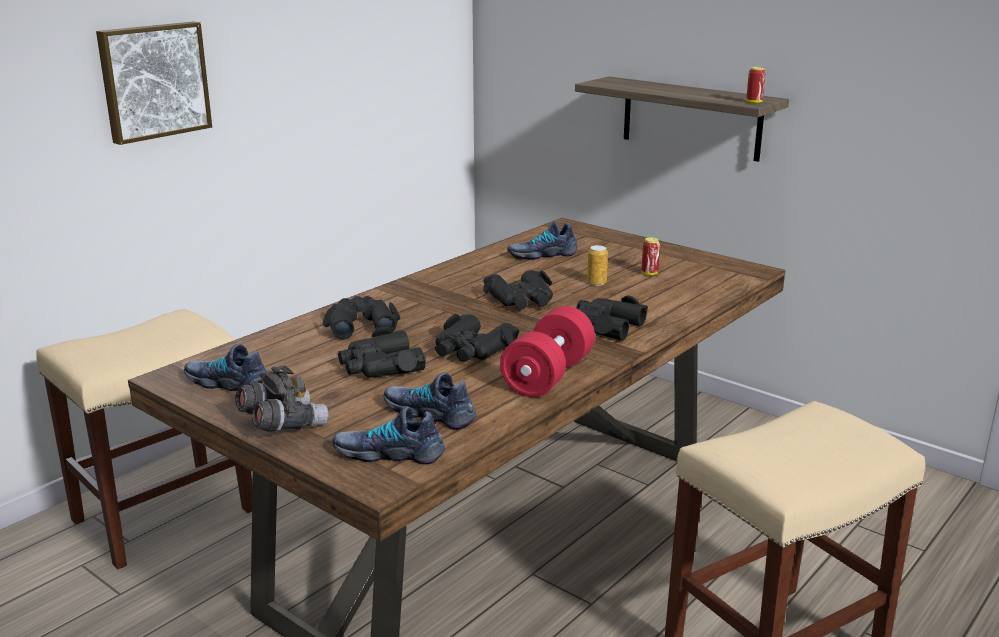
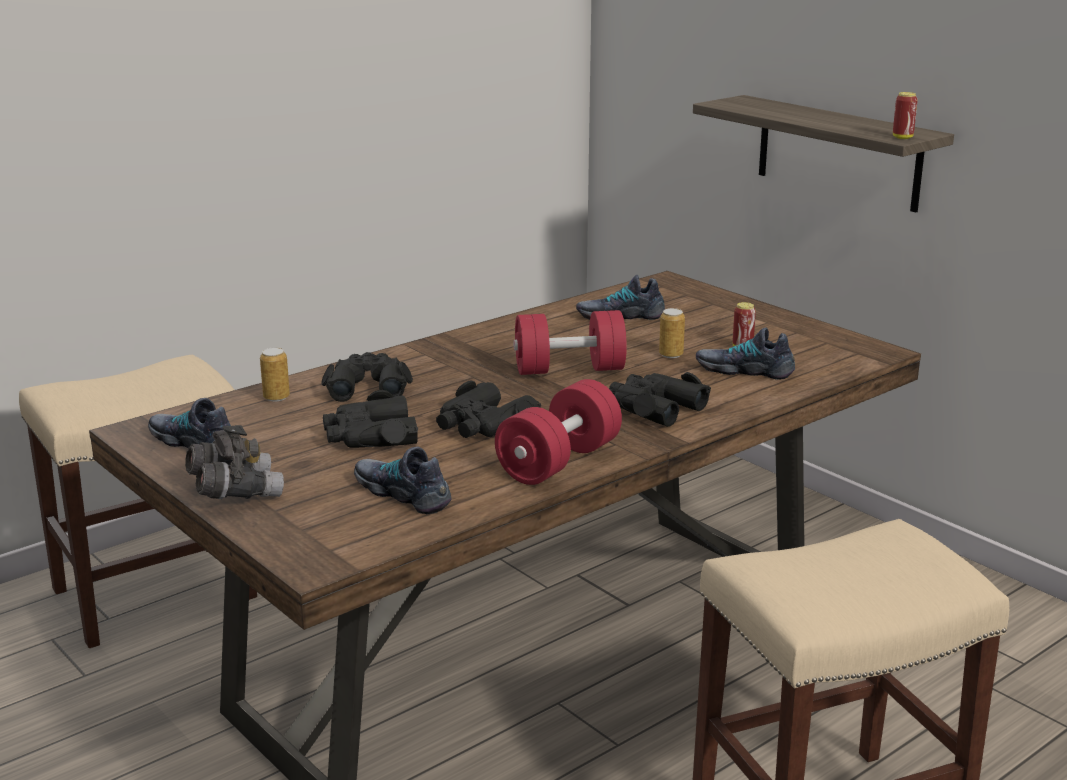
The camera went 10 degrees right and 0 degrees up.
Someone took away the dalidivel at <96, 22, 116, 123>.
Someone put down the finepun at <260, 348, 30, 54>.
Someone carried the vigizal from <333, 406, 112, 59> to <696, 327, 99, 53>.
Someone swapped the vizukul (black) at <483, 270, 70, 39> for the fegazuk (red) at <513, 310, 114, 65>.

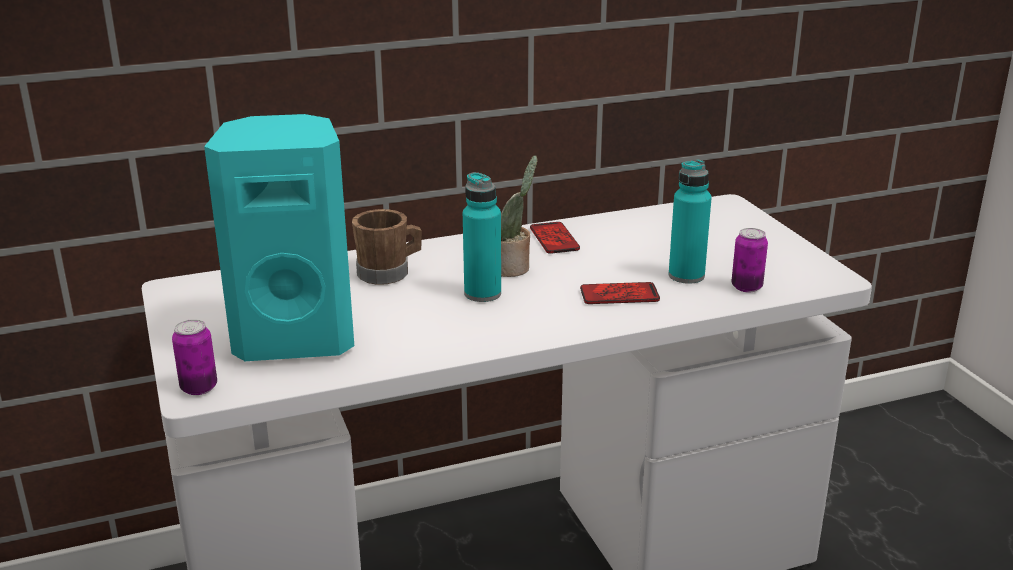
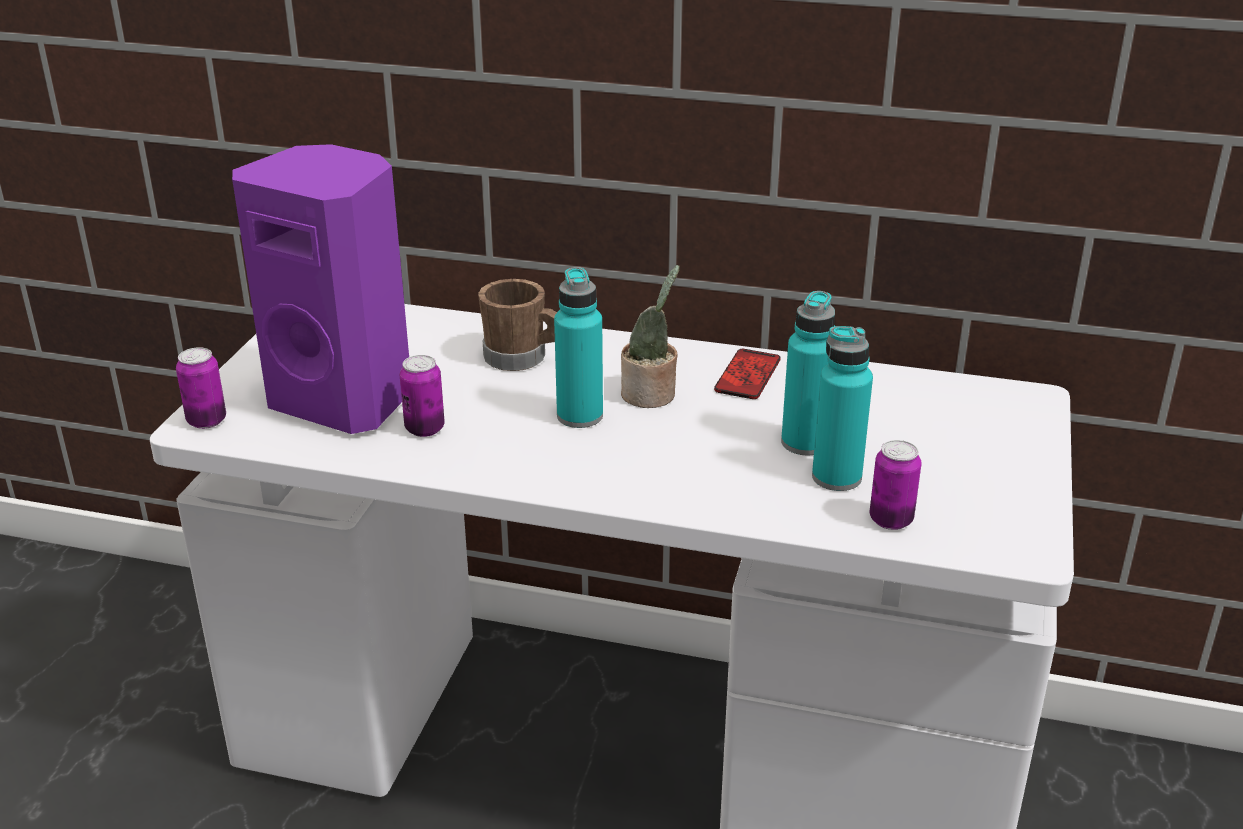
The camera went 35 degrees right and 5 degrees up.
Someone took away the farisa at <580, 282, 80, 22>.
Someone put down the finepun at <400, 355, 45, 82>.
Someone put down the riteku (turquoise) at <781, 291, 54, 164>.
Someone repainted the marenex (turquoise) at <204, 114, 150, 247>, which became the marenex (purple) at <232, 144, 177, 290>.

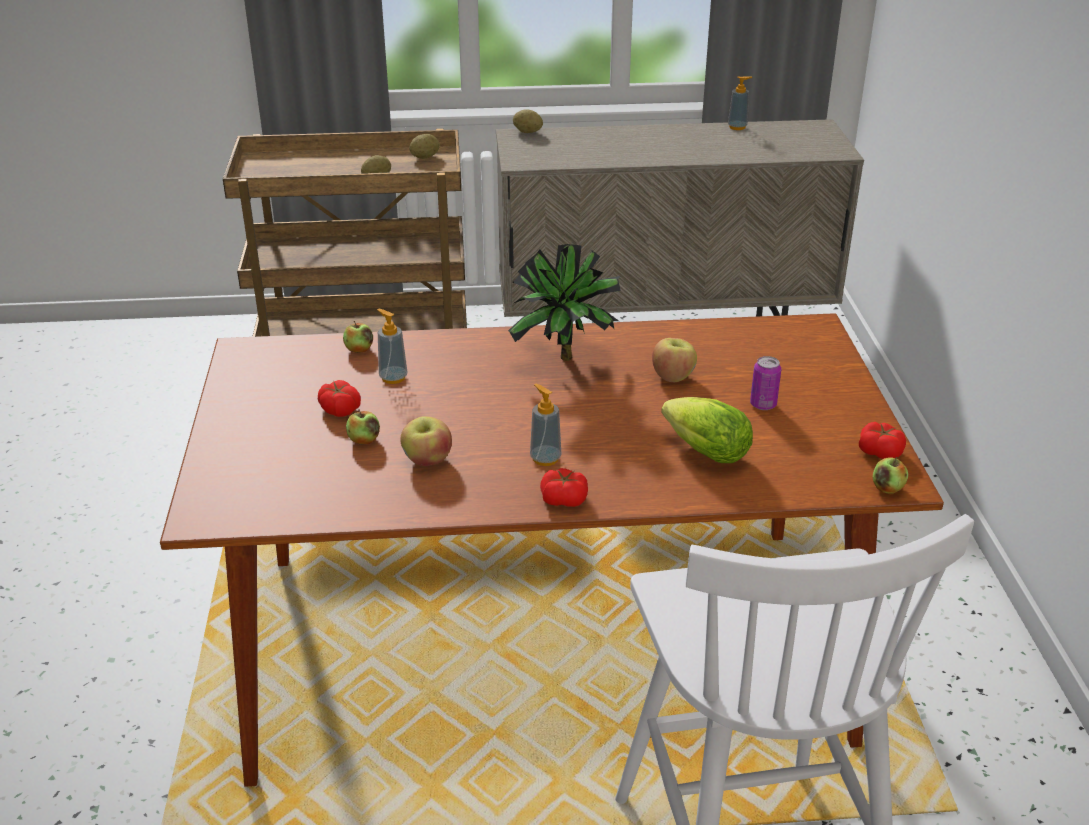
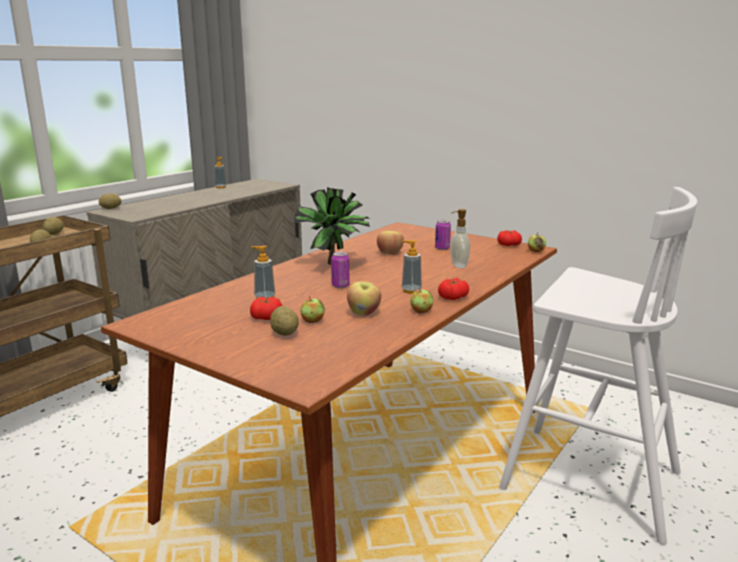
The camera went 50 degrees left and 15 degrees down.
Someone put down the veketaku at <270, 306, 29, 30>.
Someone put down the finepun at <331, 252, 18, 36>.
Someone carried the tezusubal from <343, 321, 30, 32> to <410, 288, 23, 25>.
Someone swapped the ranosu at <661, 397, 92, 66> for the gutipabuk at <450, 209, 20, 59>.

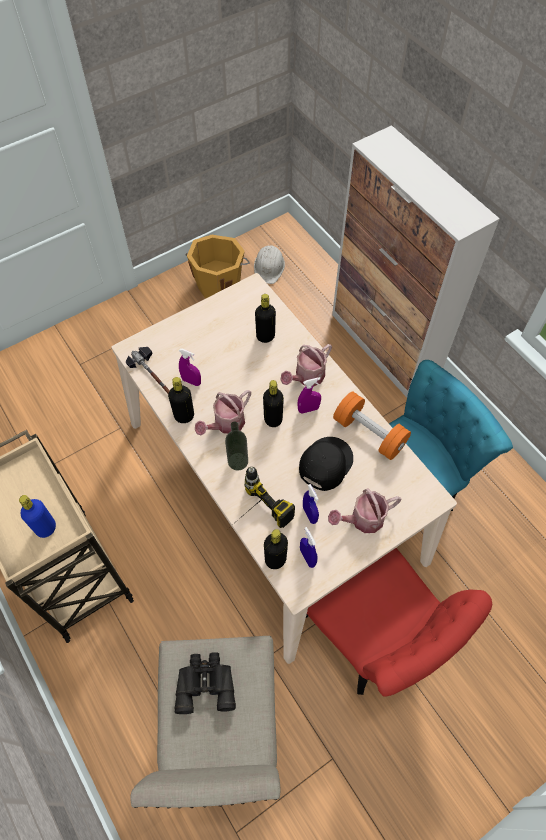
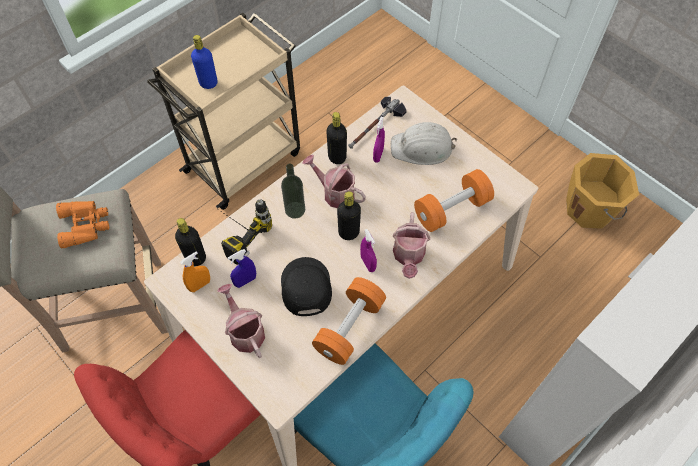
The camera went 80 degrees right and 0 degrees up.
Someone carried the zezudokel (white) from <254, 245, 31, 39> to <391, 122, 67, 43>.
Someone swapped the riteku (black) at <255, 294, 21, 49> for the fegazuk (orange) at <414, 169, 80, 63>.
Someone repainted the vizukul (black) at <175, 652, 61, 62>, which became the vizukul (orange) at <56, 201, 53, 47>.
Someone repainted the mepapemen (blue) at <300, 527, 18, 41>, which became the mepapemen (orange) at <180, 251, 30, 41>.
Someone rotated the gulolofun at <280, 344, 52, 43> by 120 degrees counterclockwise.
Someone rotated the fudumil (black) at <299, 437, 54, 54> by 120 degrees counterclockwise.

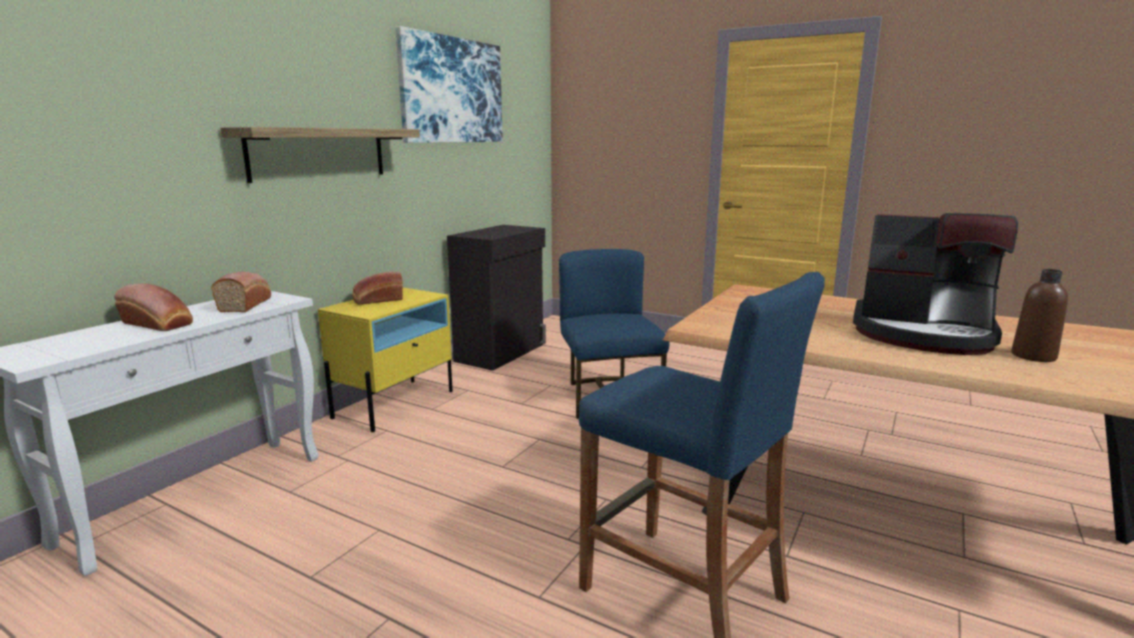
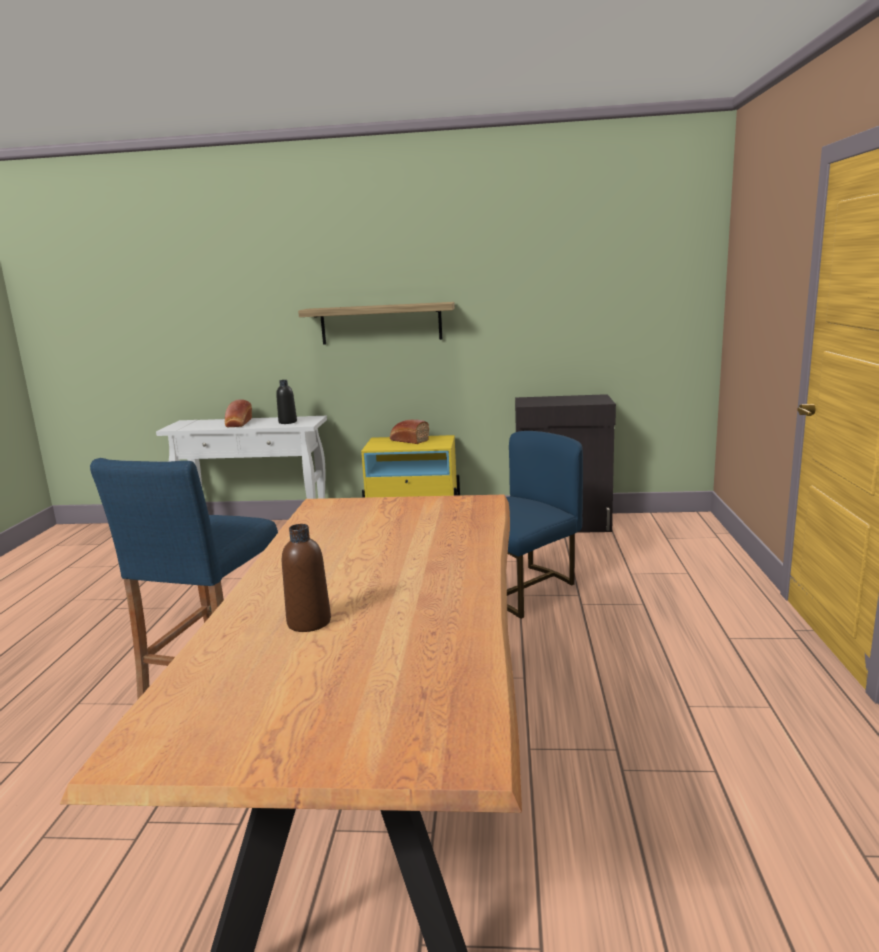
The camera went 65 degrees right and 0 degrees up.
Someone took away the dalidivel at <395, 26, 108, 117>.
Someone took away the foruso at <853, 213, 165, 142>.
Someone swapped the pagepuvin at <211, 272, 60, 40> for the riteku (black) at <276, 380, 21, 44>.

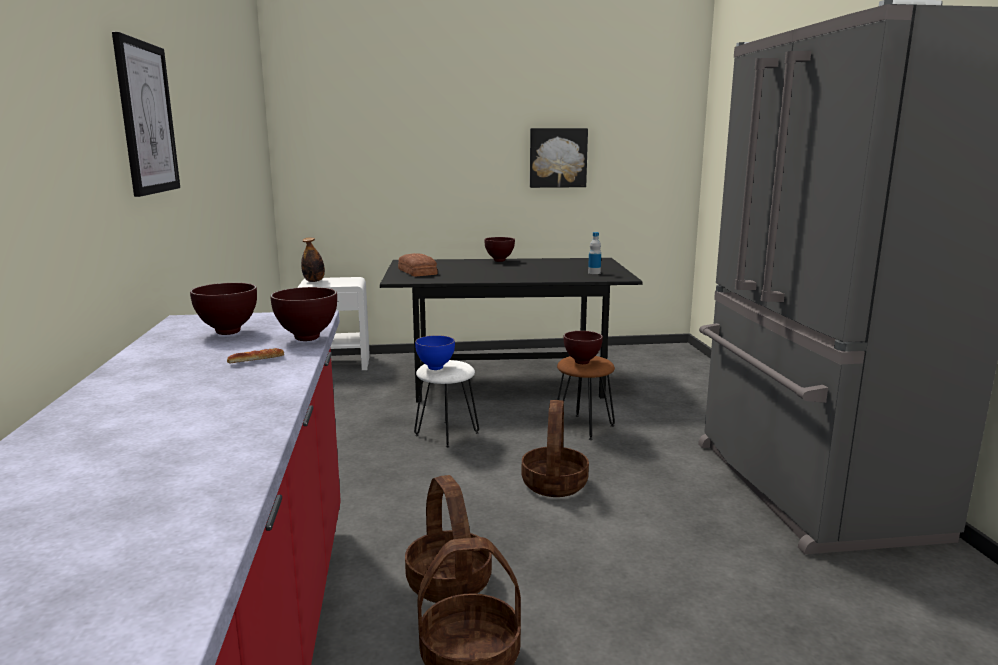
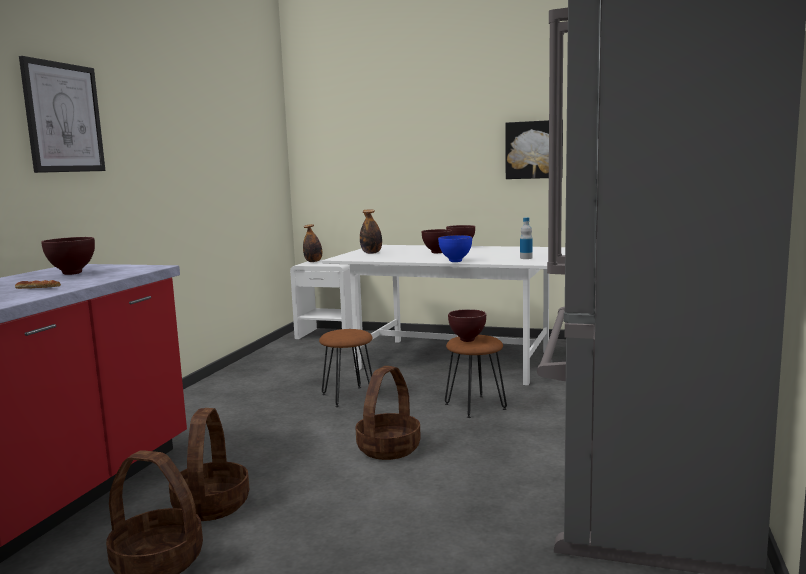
The camera went 25 degrees right and 5 degrees down.
Someone carried the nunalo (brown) from <270, 287, 67, 54> to <422, 229, 30, 24>.
Someone carried the nunalo (blue) from <415, 335, 40, 35> to <438, 235, 34, 27>.
Someone swapped the pagepuvin at <398, 253, 40, 23> for the riteku at <360, 209, 22, 45>.
Someone repainted the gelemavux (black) at <380, 258, 263, 144>, which became the gelemavux (white) at <322, 245, 243, 140>.
Someone repainted the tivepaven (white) at <414, 360, 65, 88>, which became the tivepaven (brown) at <319, 329, 54, 78>.

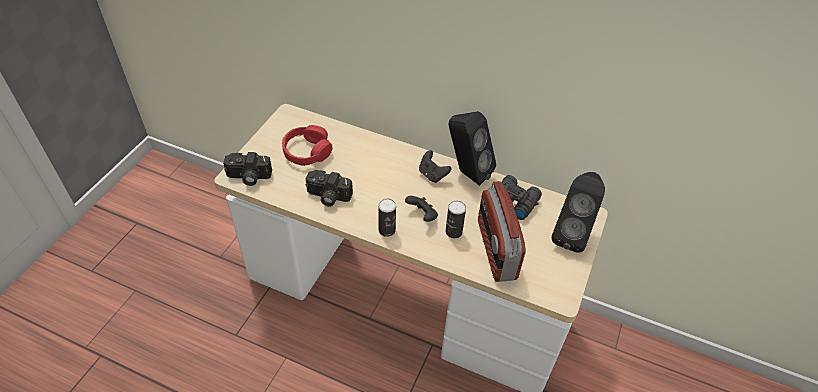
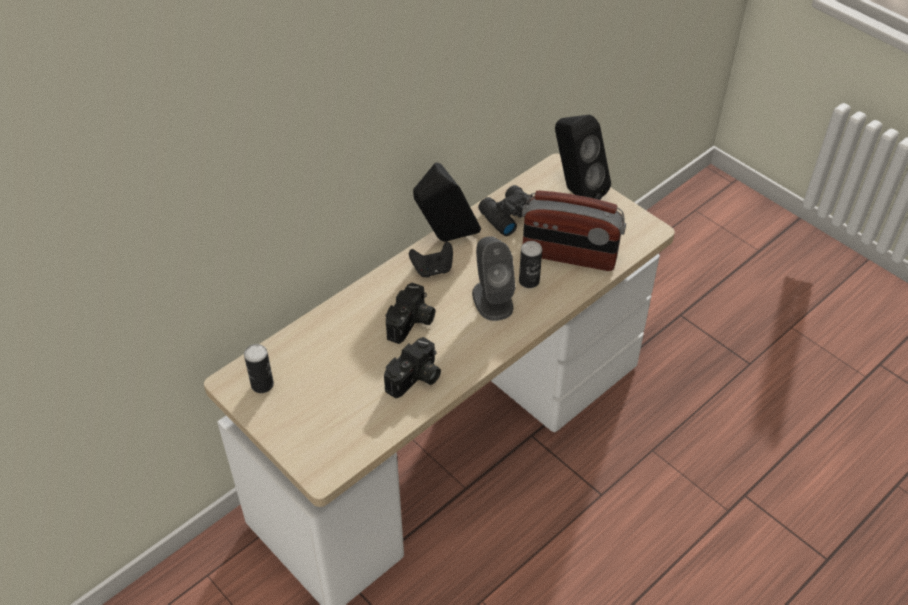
The camera went 65 degrees left and 0 degrees up.
Someone took away the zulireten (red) at <282, 125, 50, 41>.
Someone carried the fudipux from <223, 152, 49, 34> to <386, 282, 49, 62>.
Someone carried the finepun from <378, 199, 18, 38> to <244, 344, 30, 49>.
Someone swapped the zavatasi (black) at <405, 196, 33, 26> for the marenex (grey) at <472, 236, 43, 85>.

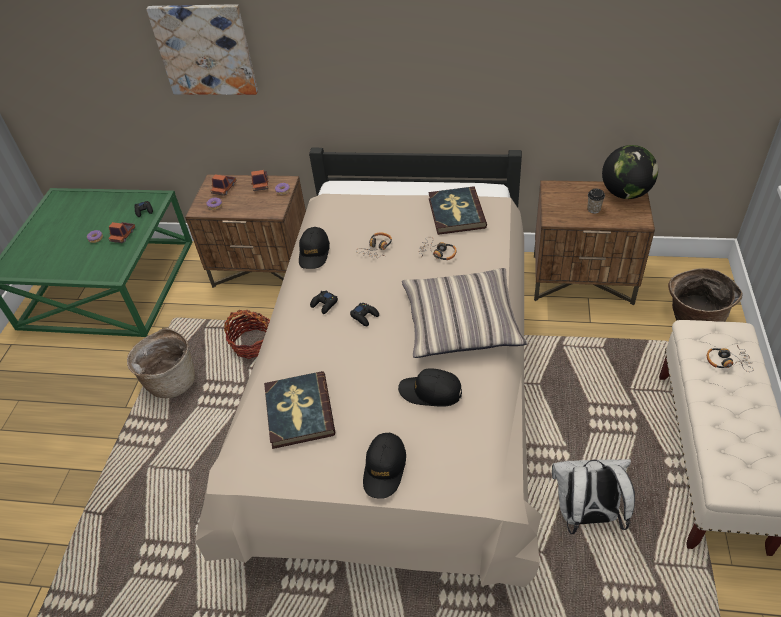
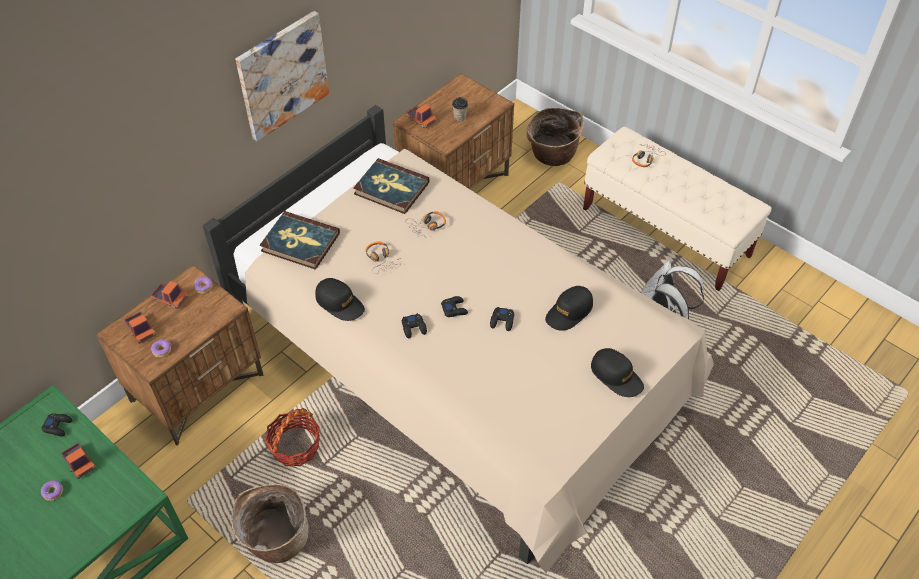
The camera went 60 degrees left and 5 degrees up.
Someone took away the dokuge at <402, 268, 126, 90>.
Someone took away the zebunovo at <602, 145, 56, 54>.
Someone put down the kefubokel at <406, 104, 30, 24>.
Someone put down the zavatasi (black) at <490, 307, 24, 24>.
Someone carried the dalidivel from <146, 4, 112, 91> to <235, 11, 94, 130>.
Someone carried the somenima from <264, 371, 71, 78> to <260, 211, 80, 59>.

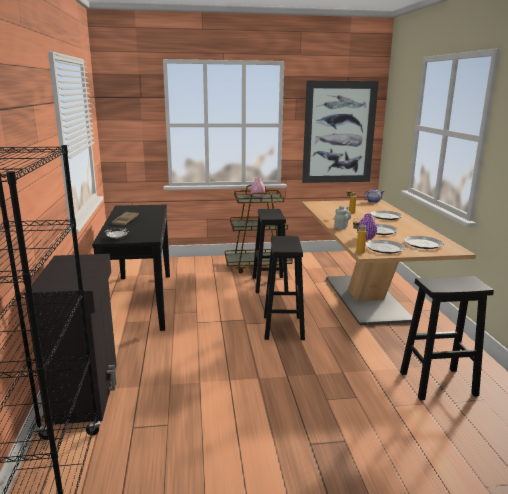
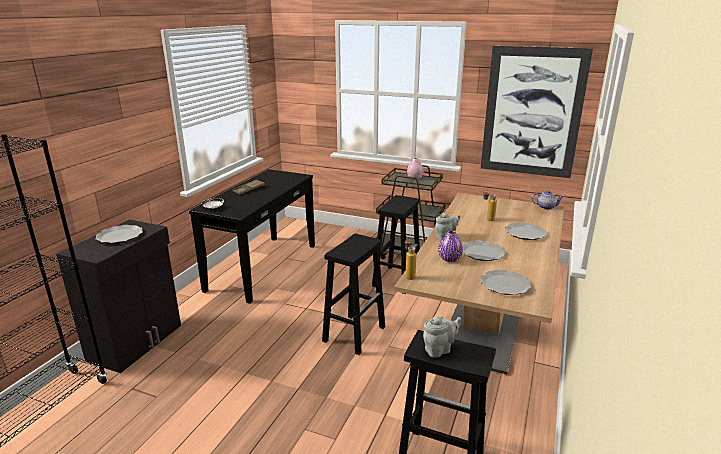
The camera went 30 degrees right and 5 degrees up.
Someone put down the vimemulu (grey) at <423, 316, 38, 42>.
Someone carried the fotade from <365, 240, 40, 14> to <96, 225, 47, 19>.

